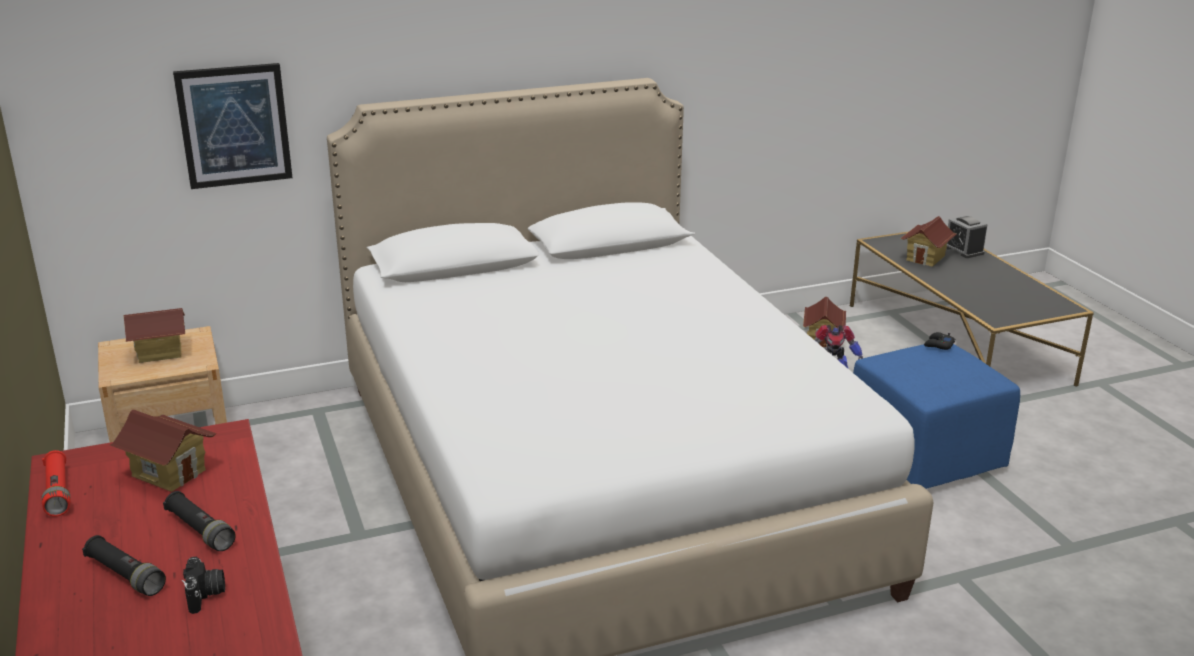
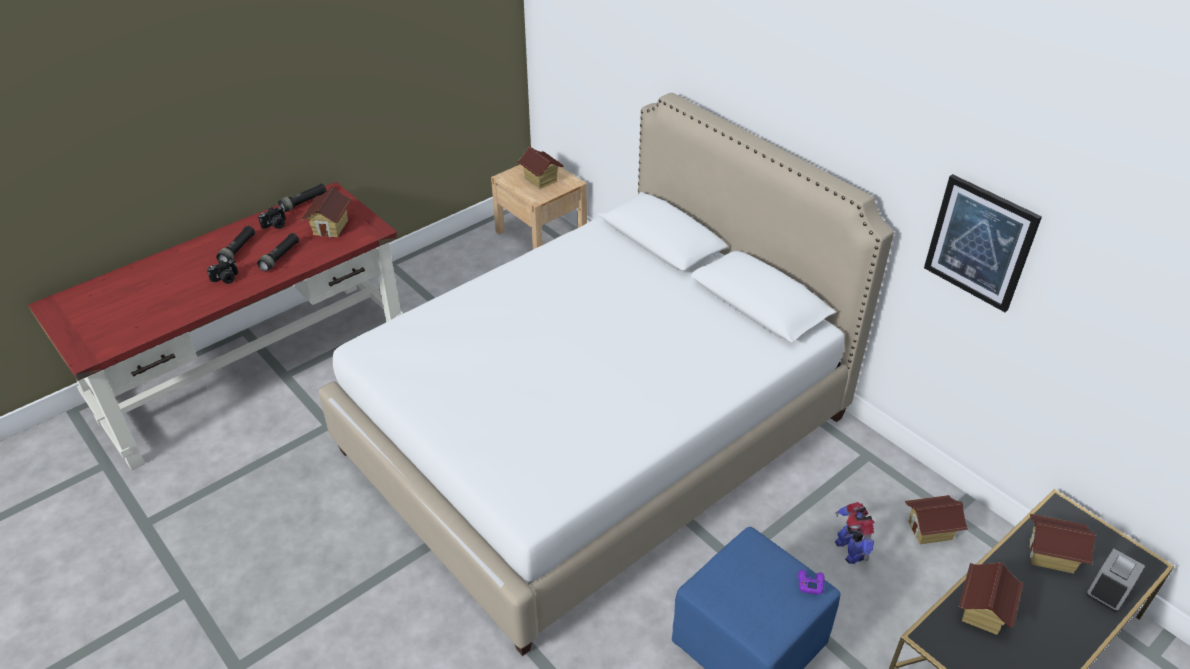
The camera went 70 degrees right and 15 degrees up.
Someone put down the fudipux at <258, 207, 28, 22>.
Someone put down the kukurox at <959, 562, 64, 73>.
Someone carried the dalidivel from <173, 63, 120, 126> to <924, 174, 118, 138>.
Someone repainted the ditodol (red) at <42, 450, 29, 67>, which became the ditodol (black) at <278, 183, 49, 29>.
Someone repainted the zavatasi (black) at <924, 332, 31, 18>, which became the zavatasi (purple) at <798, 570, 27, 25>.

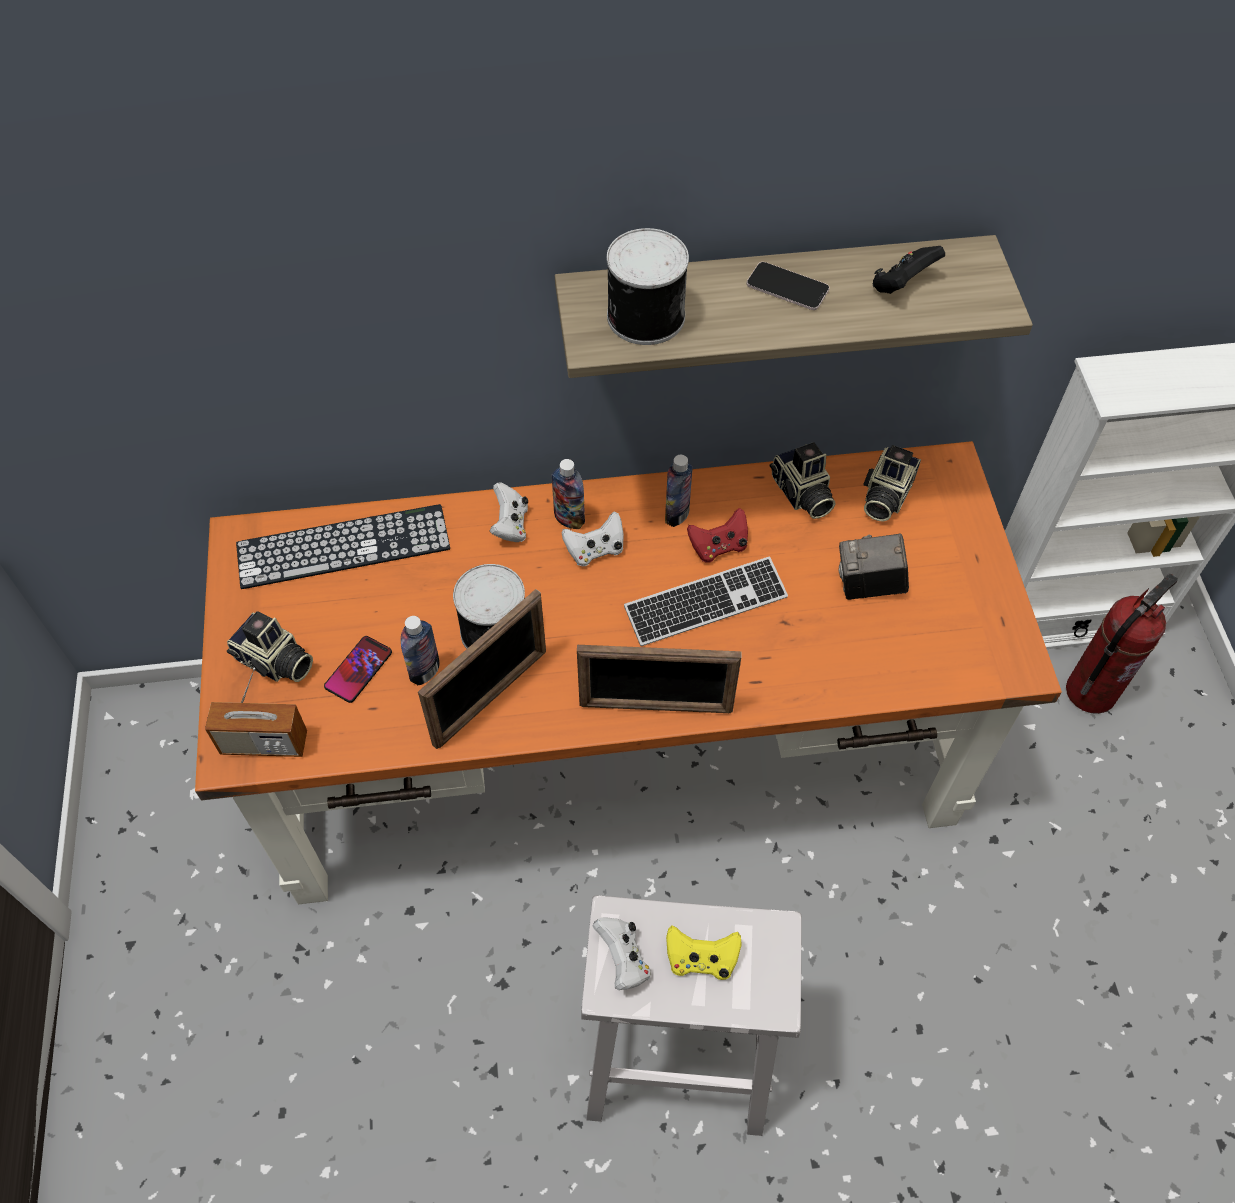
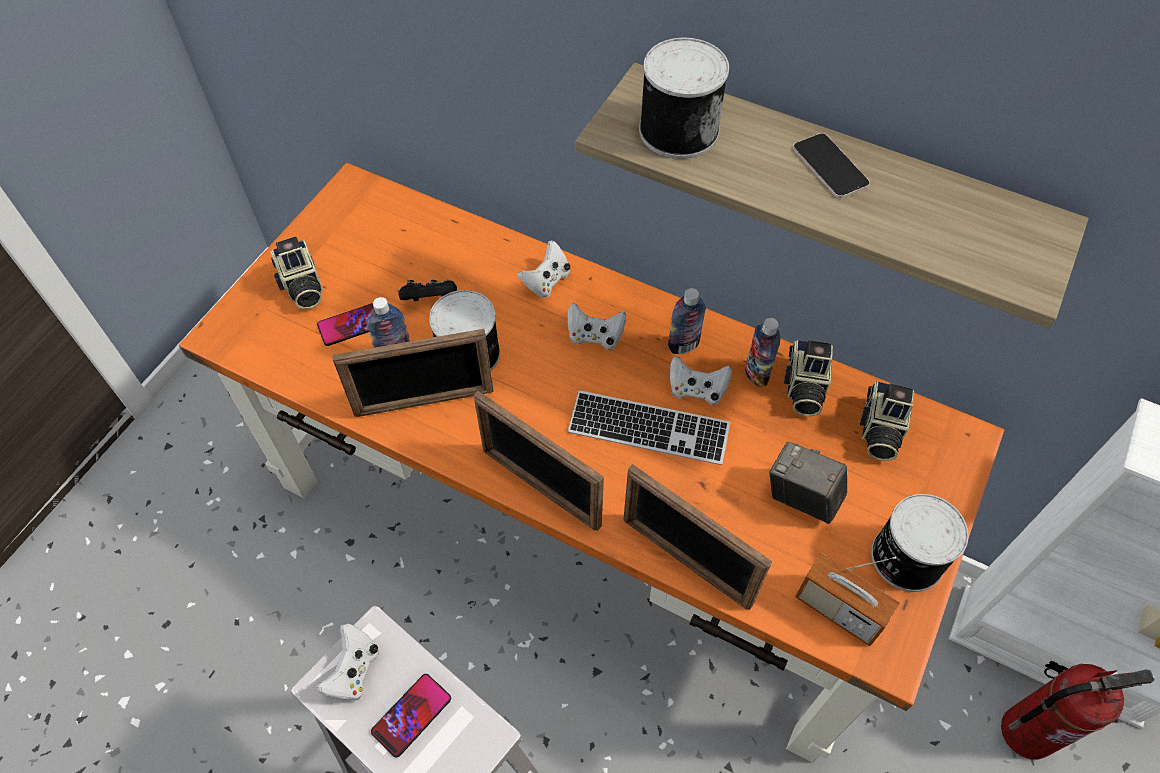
The camera went 35 degrees right and 0 degrees up.
Someone took away the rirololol at <236, 504, 214, 85>.
Someone put down the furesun at <624, 464, 148, 146>.
Someone put down the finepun at <871, 494, 98, 98>.
Someone carried the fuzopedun from <205, 668, 102, 89> to <795, 553, 105, 93>.
Someone carried the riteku from <551, 459, 34, 70> to <745, 318, 35, 69>.
Someone carried the zavatasi (black) from <873, 246, 72, 48> to <398, 279, 59, 22>.
Someone swapped the zavatasi (yellow) at <666, 925, 76, 55> for the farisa at <371, 674, 80, 84>.
Someone repainted the zavatasi (red) at <687, 508, 61, 55>, which became the zavatasi (white) at <670, 356, 62, 49>.
Someone rotated the fudipux at <863, 445, 58, 76> by 45 degrees counterclockwise.

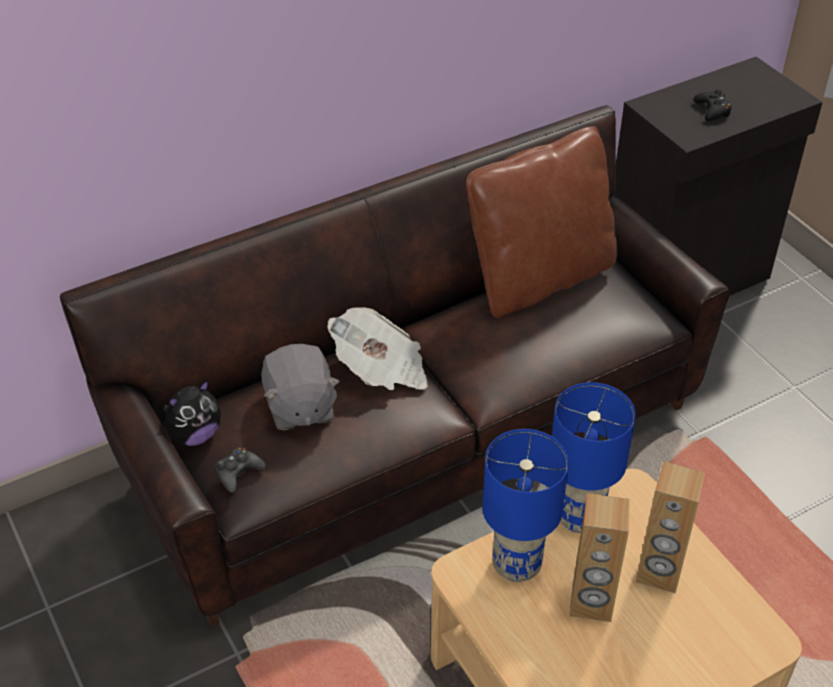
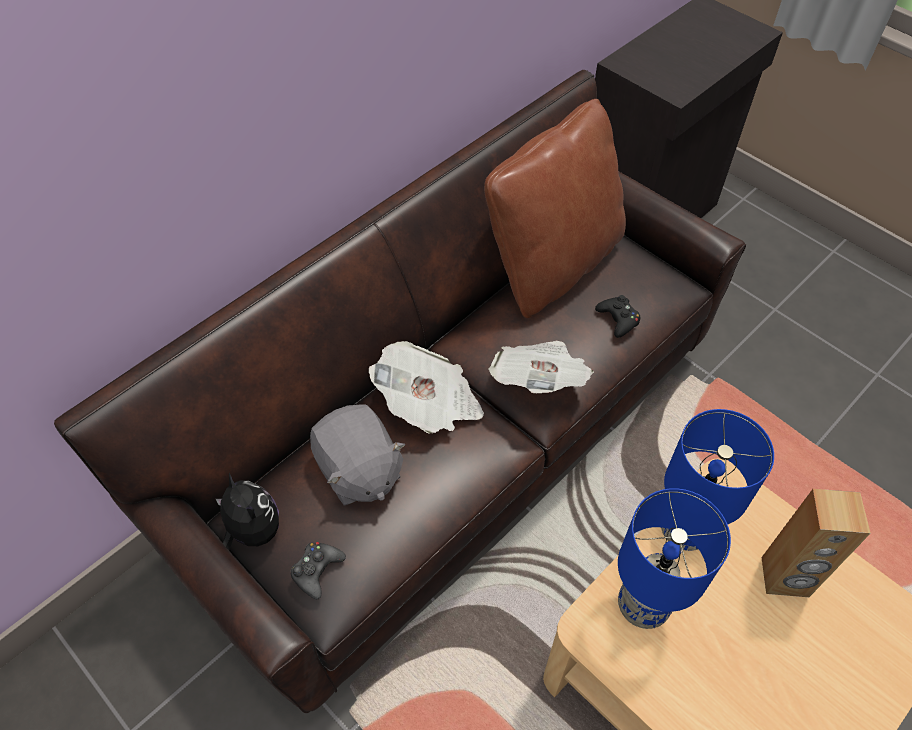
The camera went 15 degrees left and 10 degrees up.
Someone took away the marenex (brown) at <570, 493, 59, 129>.
Someone put down the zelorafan at <489, 341, 105, 52>.
Someone carried the zavatasi (black) from <693, 89, 39, 32> to <595, 295, 45, 43>.
Someone rotated the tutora at <162, 379, 59, 67> by 75 degrees counterclockwise.

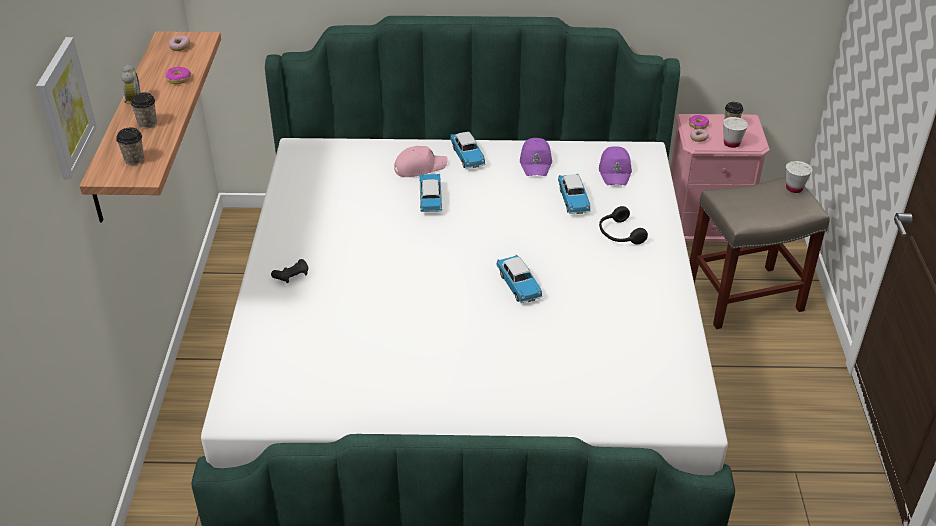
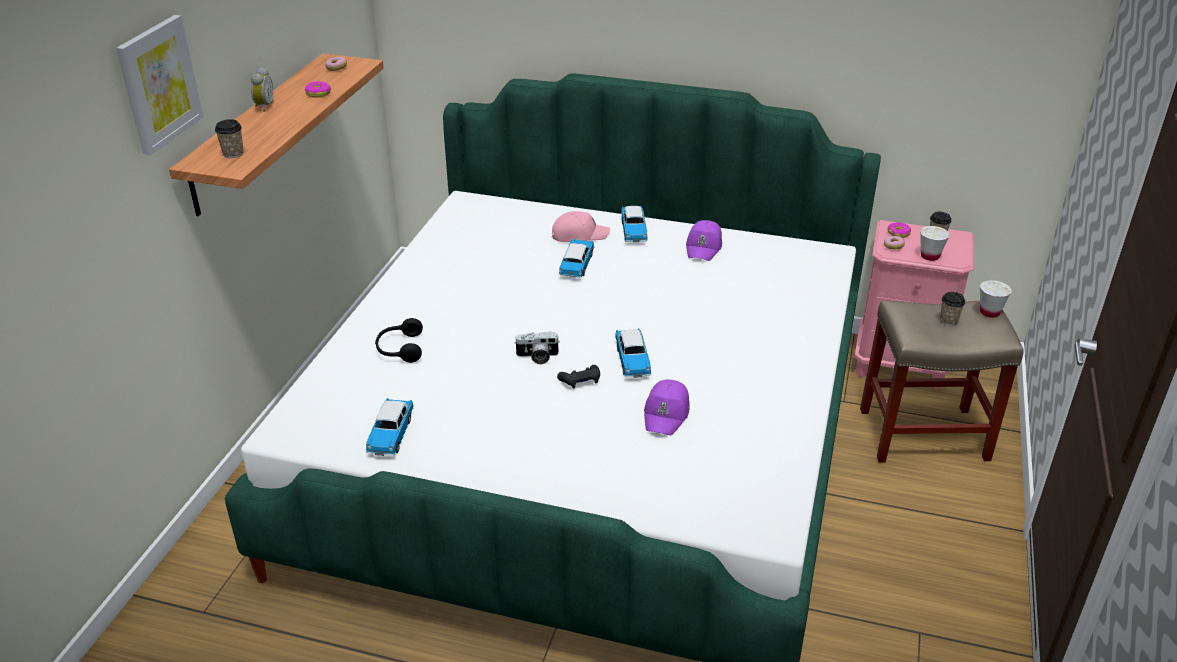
The camera went 15 degrees right and 5 degrees down.
Someone put down the fudipux at <514, 332, 45, 32>.
Someone carried the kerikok from <131, 92, 26, 36> to <940, 292, 25, 34>.
Someone carried the zavatasi (black) from <271, 259, 37, 24> to <557, 365, 43, 24>.
Someone carried the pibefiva from <558, 173, 33, 41> to <366, 398, 48, 58>.
Someone carried the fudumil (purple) from <599, 146, 33, 39> to <644, 380, 45, 55>.
Someone carried the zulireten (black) from <599, 206, 49, 39> to <375, 318, 48, 45>.

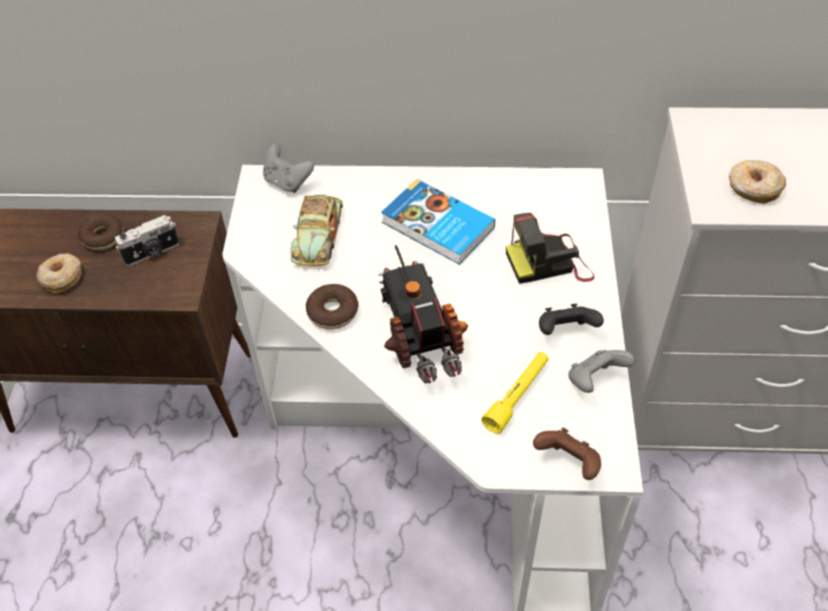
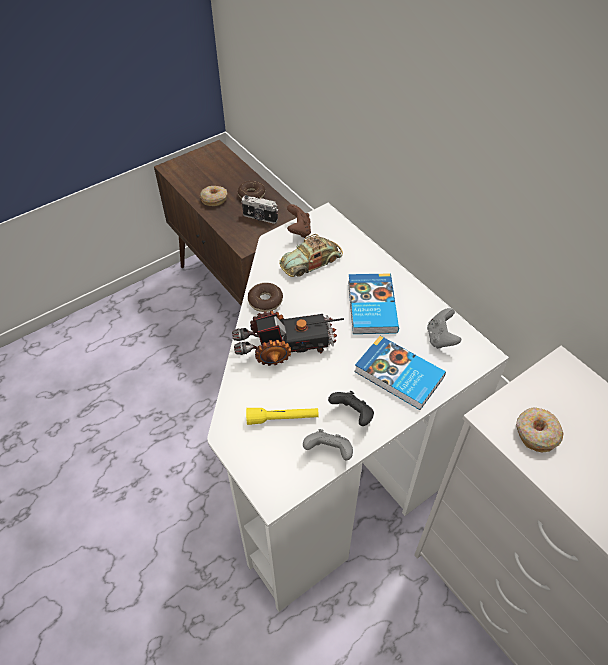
The camera went 50 degrees right and 0 degrees up.
Someone carried the zavatasi (grey) from <263, 144, 51, 49> to <427, 308, 34, 41>.
Someone carried the zavatasi (brown) from <533, 428, 68, 52> to <287, 204, 24, 34>.
Someone swapped the fudipux at <506, 213, 89, 71> for the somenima at <354, 336, 92, 74>.
Someone rotated the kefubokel at <378, 245, 90, 138> by 45 degrees clockwise.

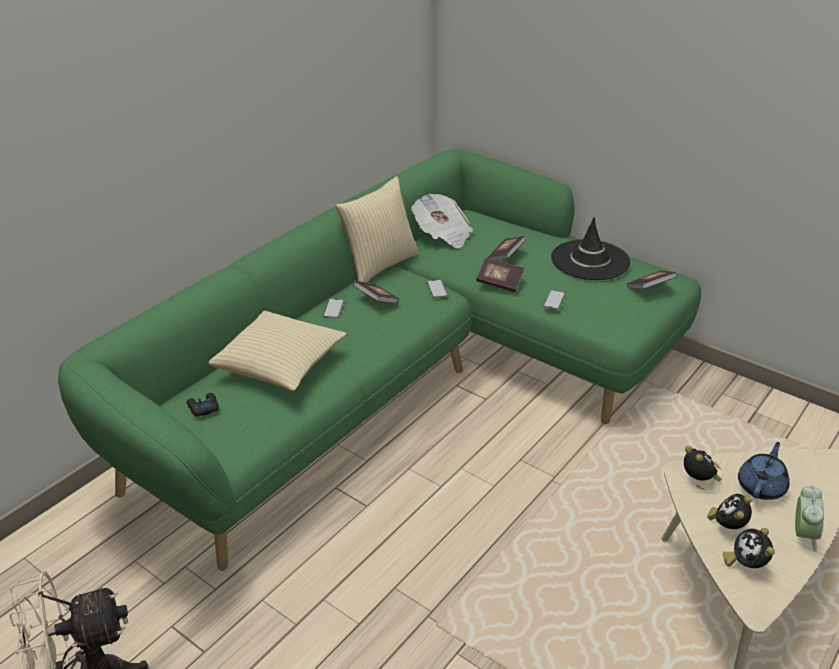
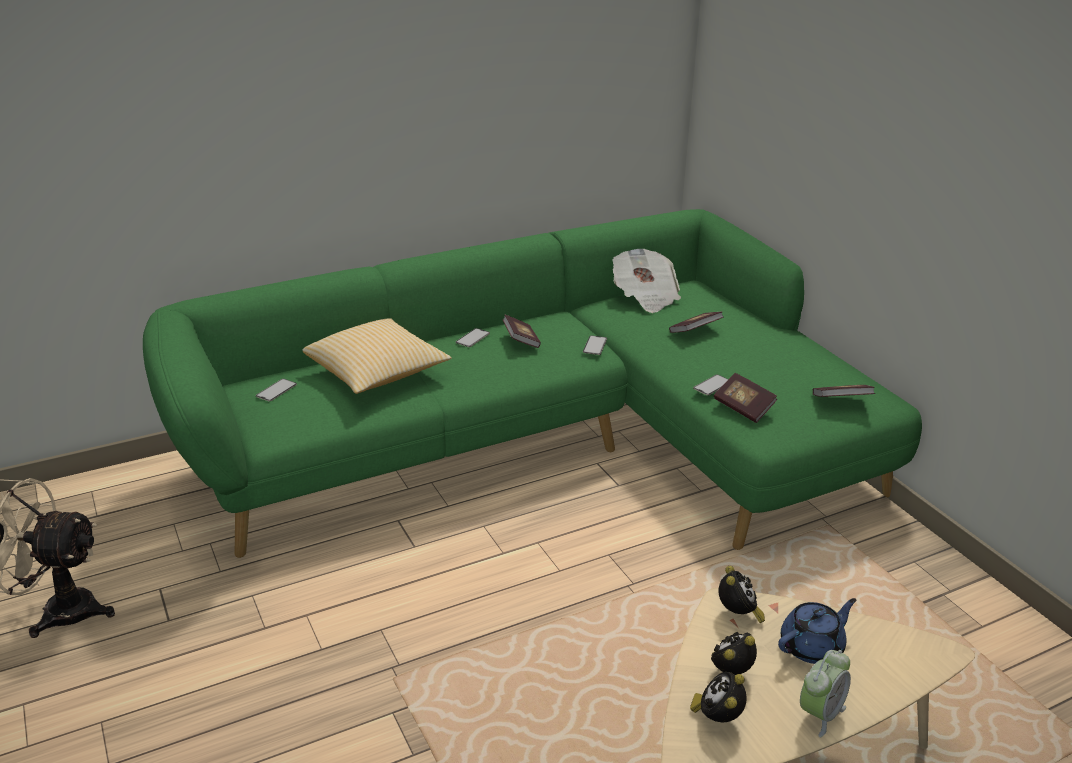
The camera went 25 degrees right and 5 degrees down.
Someone took away the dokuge at <336, 176, 83, 107>.
Someone took away the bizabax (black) at <551, 217, 79, 63>.
Someone carried the somenima from <476, 258, 48, 34> to <714, 373, 63, 50>.
Someone swapped the zavatasi (black) at <187, 393, 32, 24> for the farisa at <256, 379, 41, 22>.

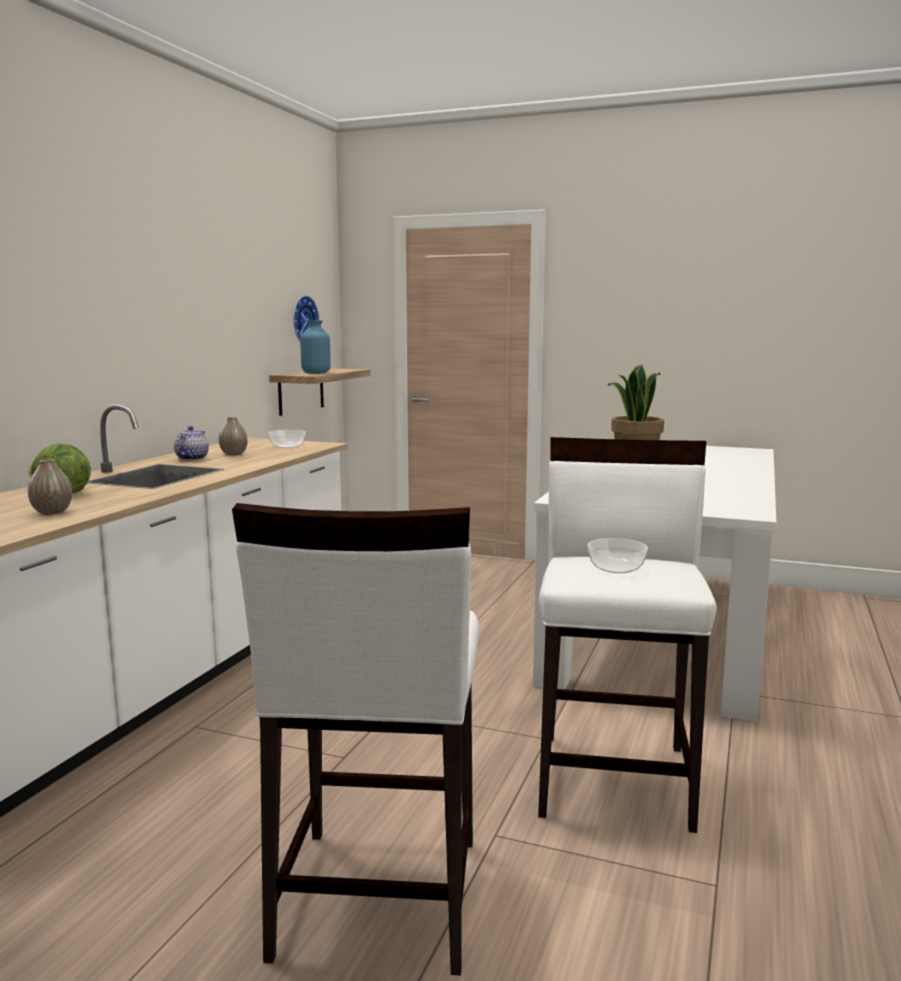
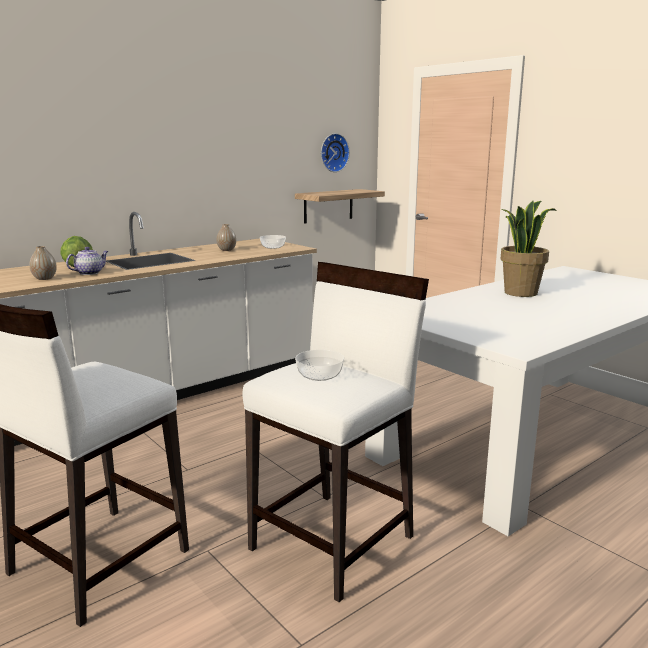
The camera went 30 degrees right and 5 degrees up.
Someone took away the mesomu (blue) at <300, 320, 31, 54>.
Someone carried the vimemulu from <174, 426, 35, 34> to <66, 247, 42, 28>.

